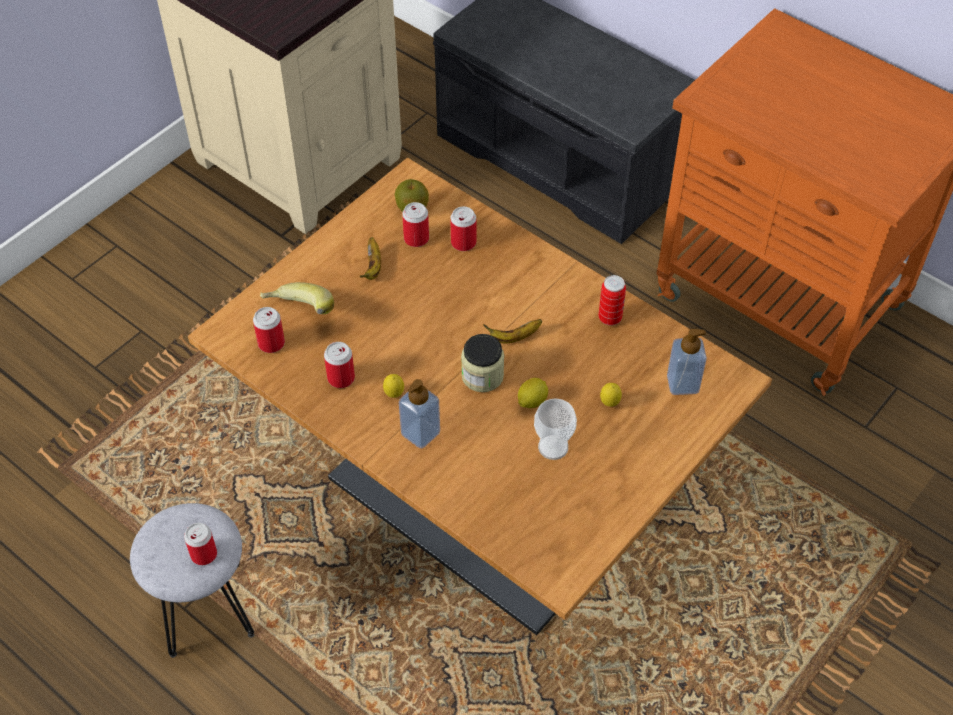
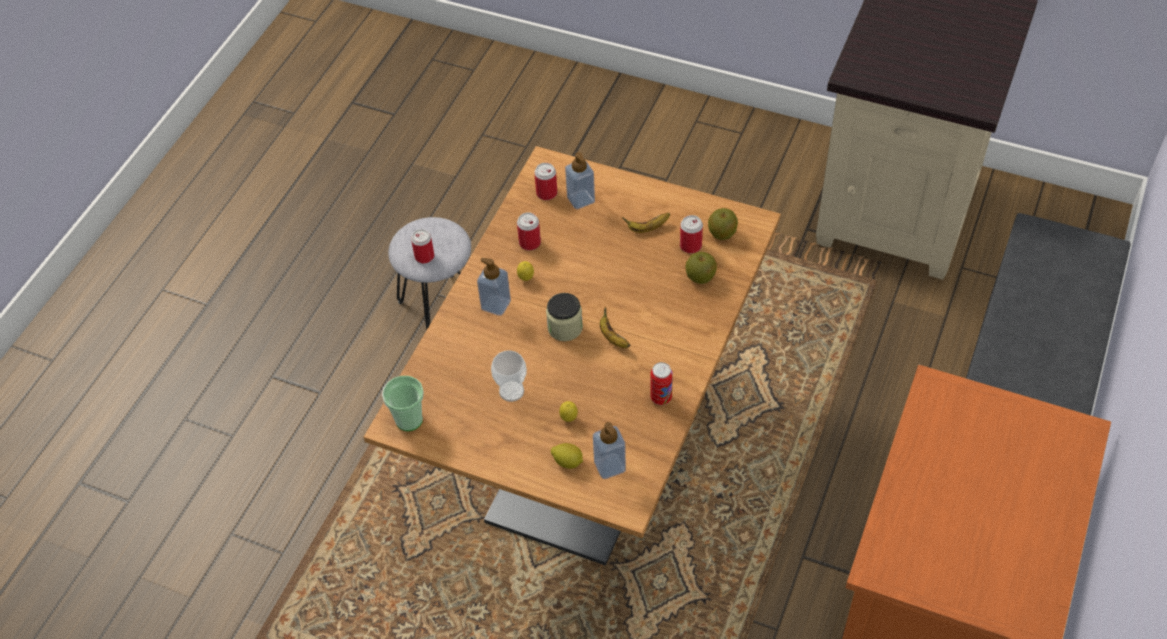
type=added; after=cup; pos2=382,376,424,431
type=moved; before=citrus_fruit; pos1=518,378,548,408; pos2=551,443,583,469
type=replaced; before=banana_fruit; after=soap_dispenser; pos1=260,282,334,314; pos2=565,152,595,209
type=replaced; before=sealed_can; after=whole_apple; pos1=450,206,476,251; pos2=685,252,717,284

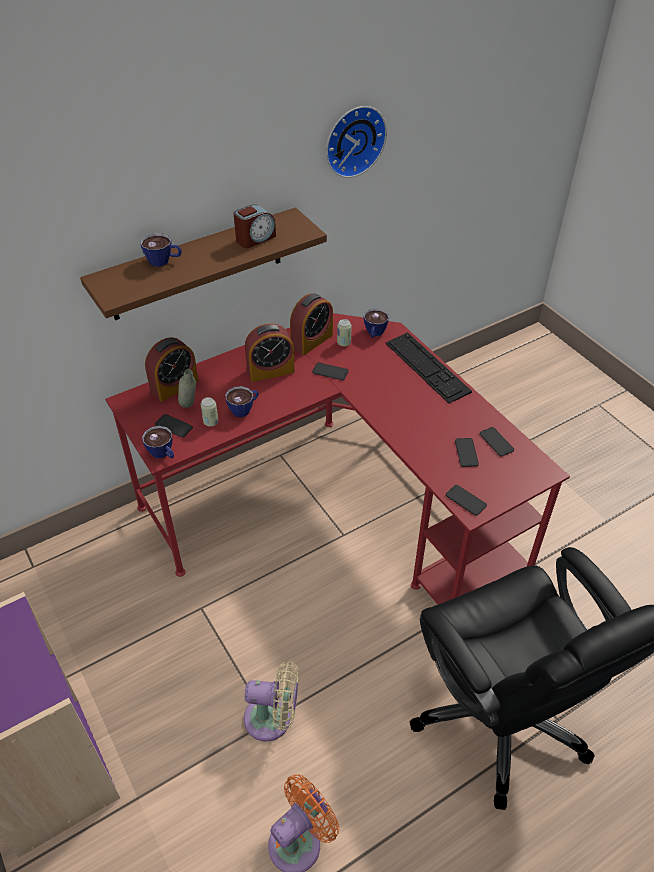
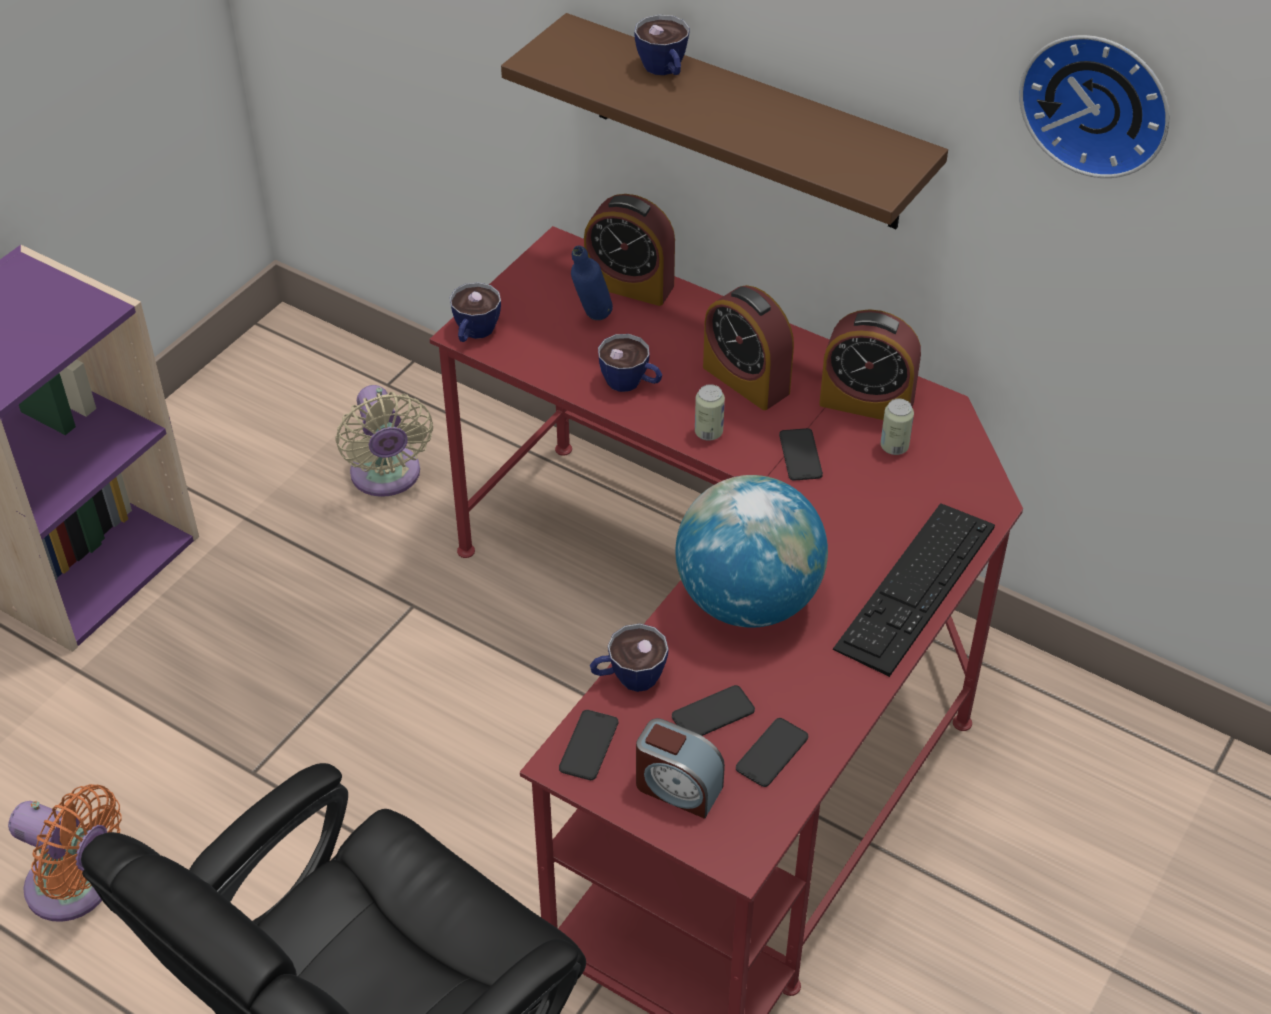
type=removed; before=telephone; pos1=155,414,193,438
type=added; after=globe; pos2=676,475,828,628
type=moved; before=sealed_can; pos1=201,397,219,427; pos2=695,384,725,441
type=moved; before=table_clock; pos1=234,204,276,248; pos2=636,718,725,819
type=moved; before=sand-coloured_fan; pos1=244,661,299,741; pos2=335,385,433,497
type=moved; before=cup; pos1=364,308,389,338; pos2=590,623,669,692
type=recoloured; before=gray_beverage_bottle; after=blue-coloured_beverage_bottle; pos1=178,369,196,408; pos2=571,246,613,320

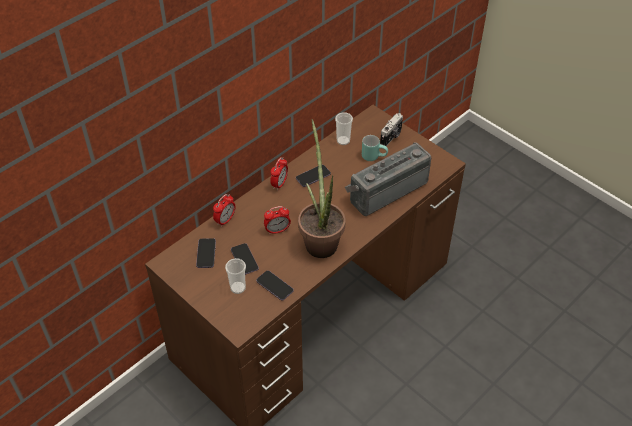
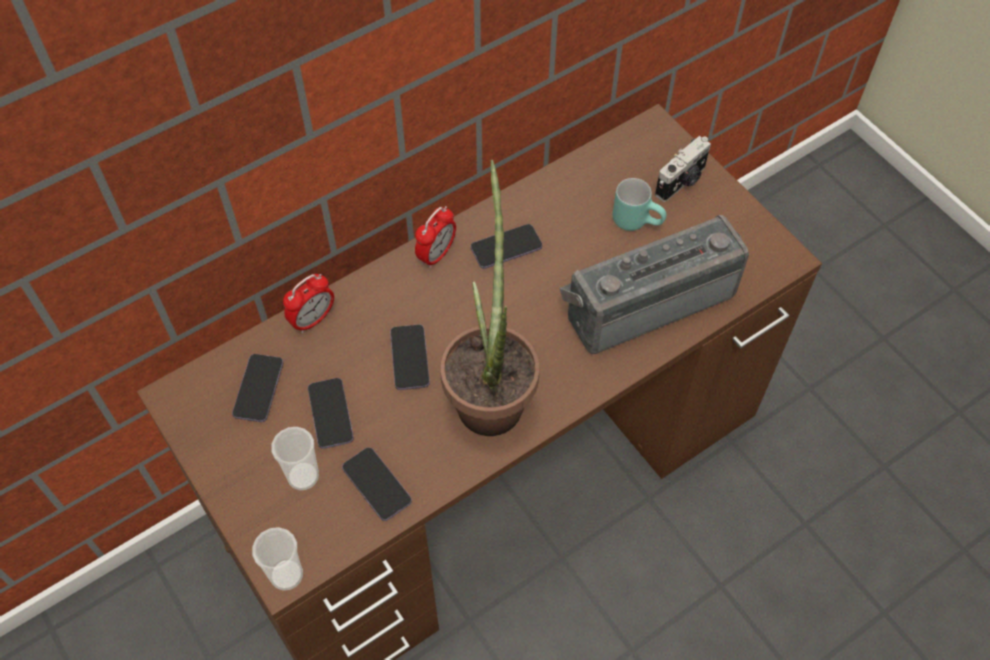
type=moved; before=cup; pos1=335,112,353,145; pos2=252,527,303,591
type=replaced; before=table_clock; after=telephone; pos1=264,206,291,235; pos2=390,324,430,390

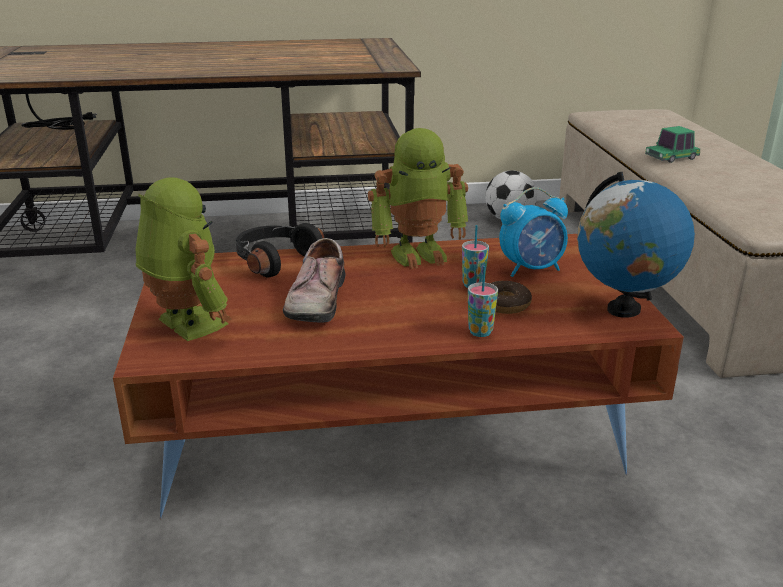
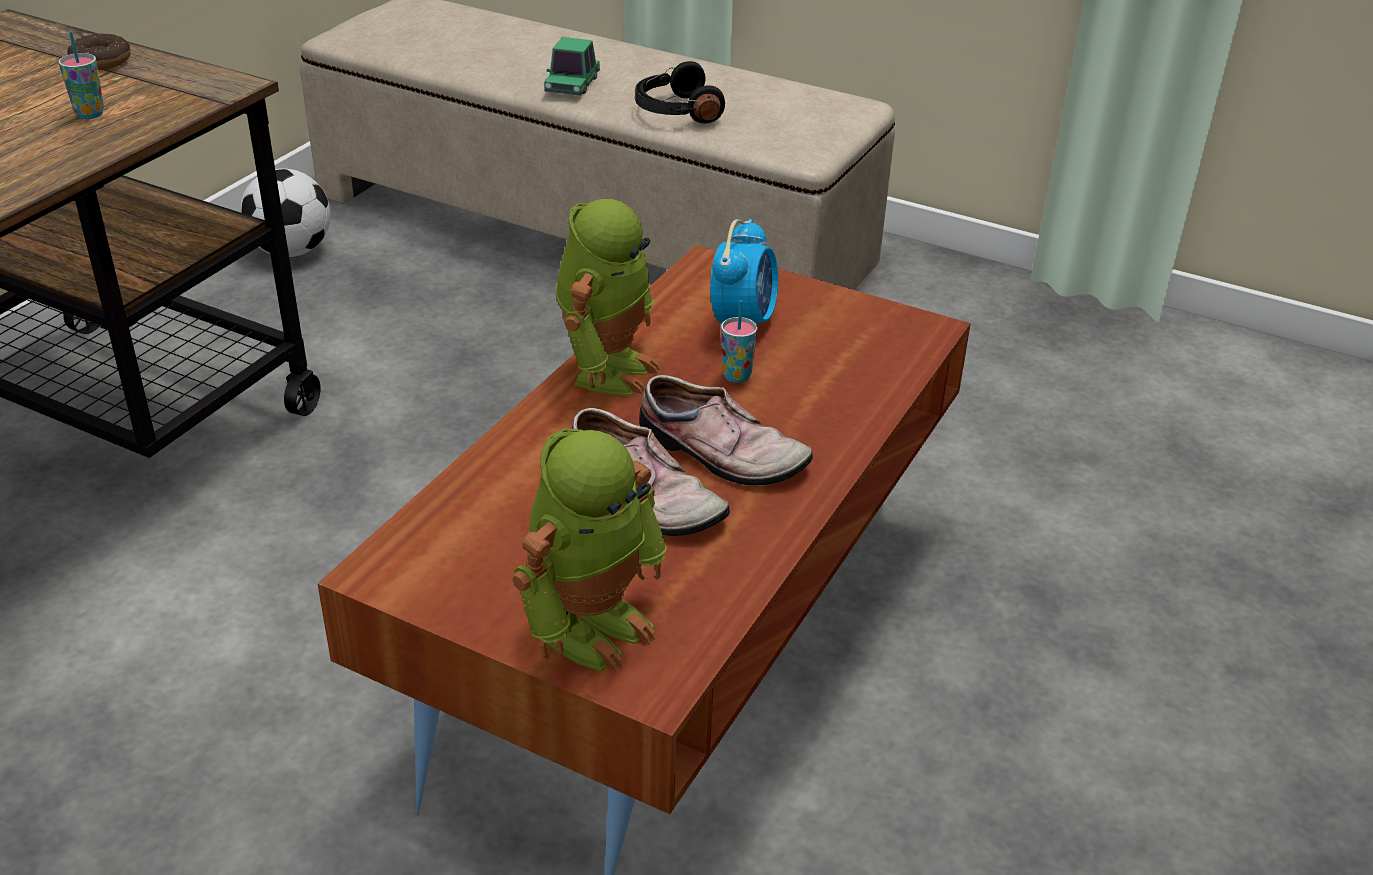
type=removed; before=globe; pos1=577,172,695,318
type=added; after=item_of_footwear; pos2=639,375,813,485
type=moved; before=black_headphones; pos1=236,223,324,277; pos2=635,61,725,123
type=moved; before=cup; pos1=468,266,498,337; pos2=58,32,104,119
type=moved; before=donut; pos1=490,281,532,314; pos2=67,33,131,70
type=turned; before=toy_robot; pos1=135,177,232,341; pos2=512,429,667,672; turn=135

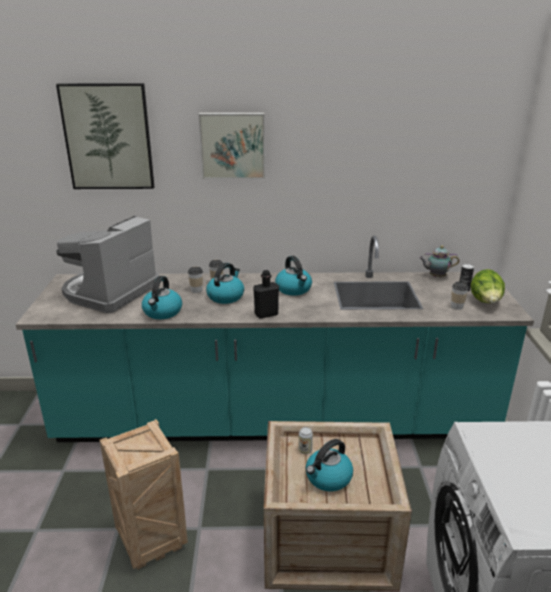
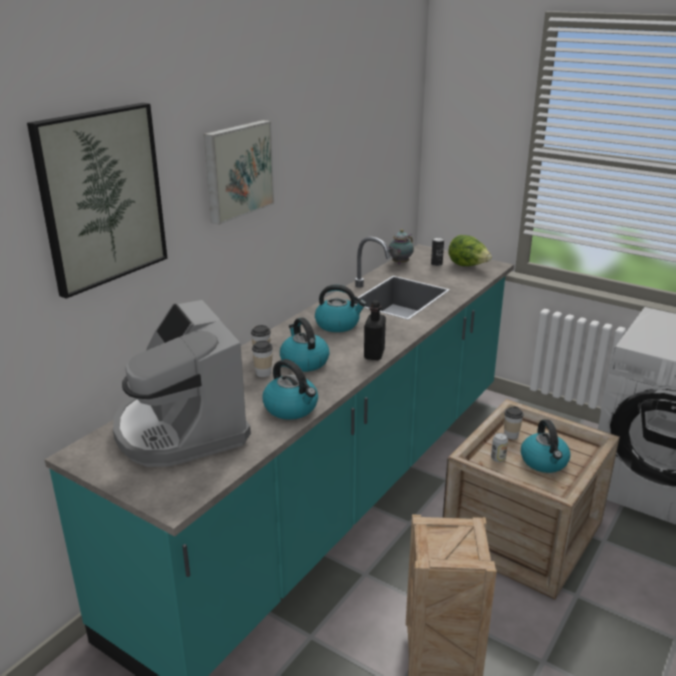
type=moved; before=cup; pos1=451,282,469,310; pos2=504,406,523,439

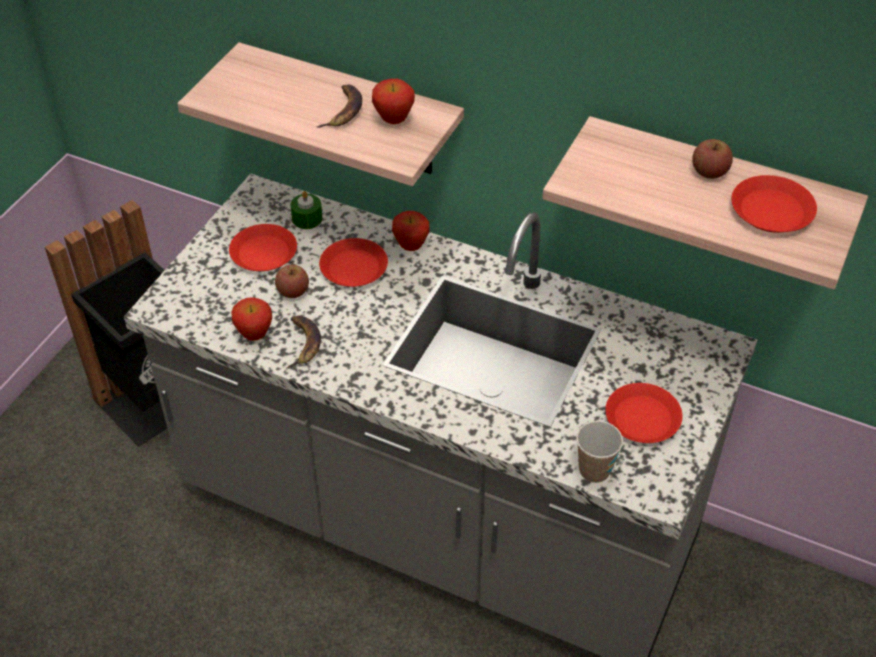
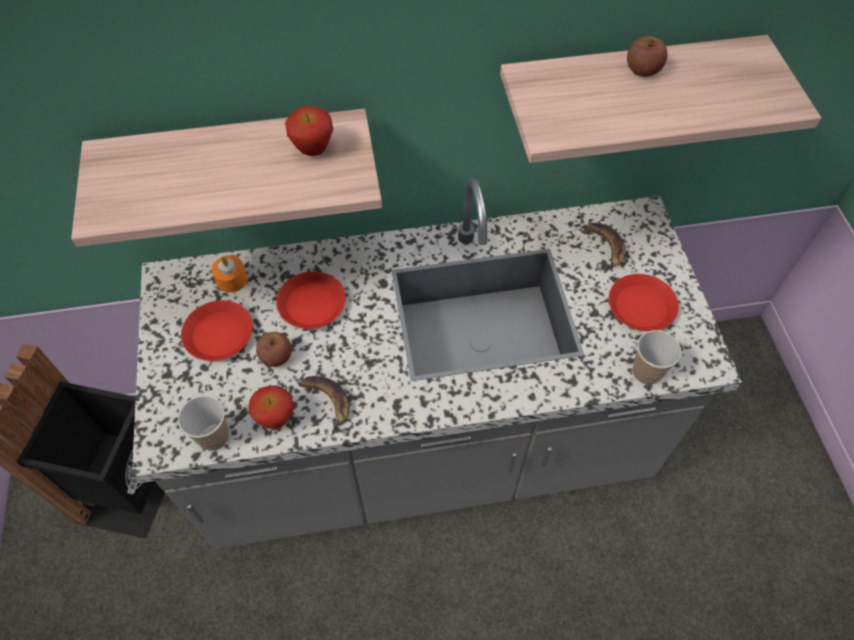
type=removed; before=whole_apple; pos1=392,211,429,251
type=removed; before=reddish_plate; pos1=731,175,817,233
type=added; after=cup; pos2=178,395,229,451
type=moved; before=banana_fruit; pos1=316,84,362,128; pos2=584,223,626,273
type=recoloured; before=greenish_wax_candle; after=orange-coloured_wax_candle; pos1=291,191,322,229; pos2=212,255,248,293

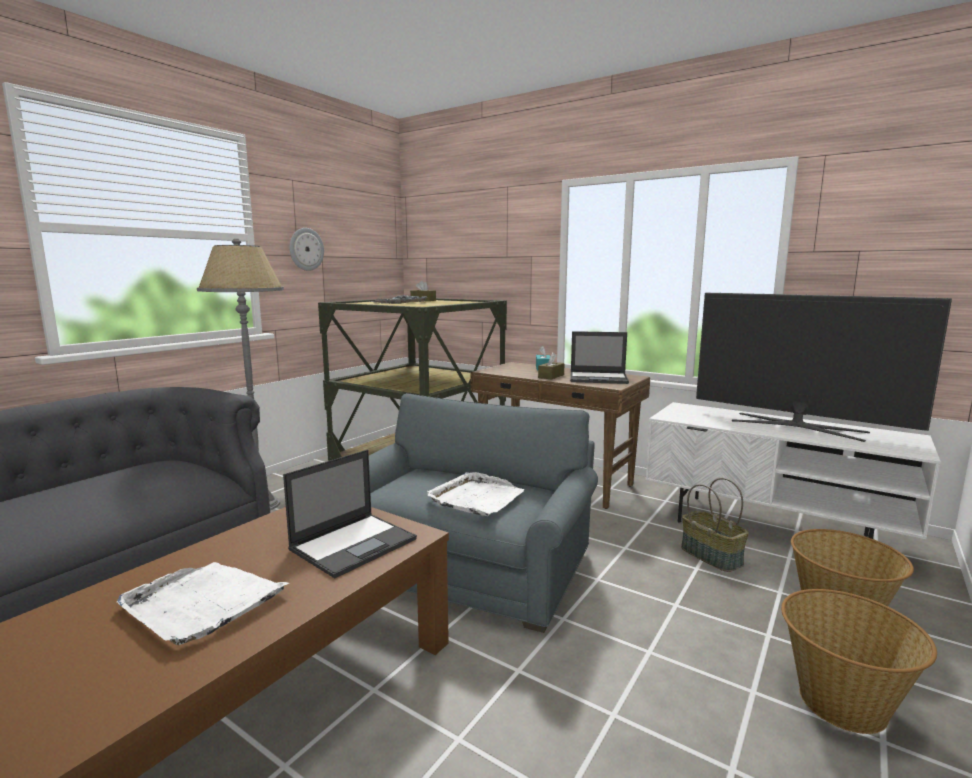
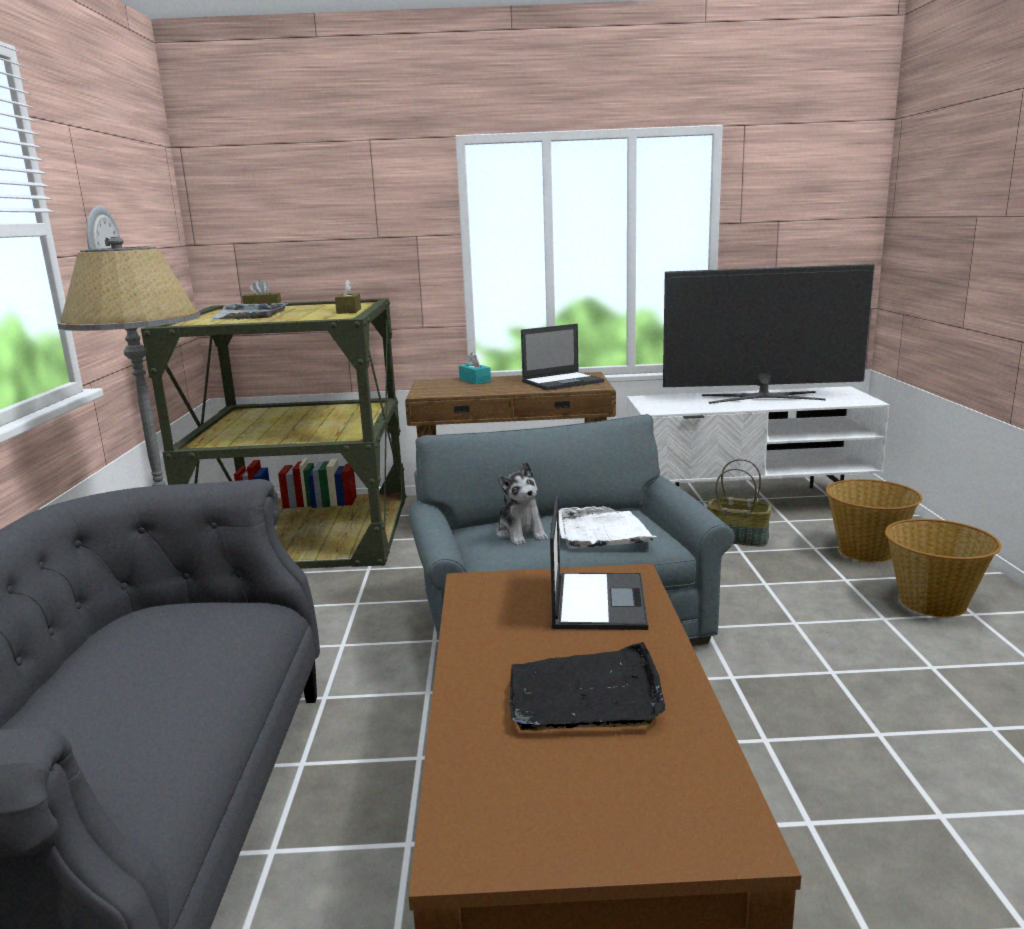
type=added; after=soft_toy; pos2=496,462,548,546
type=moved; before=brown_box_of_tissues; pos1=538,353,564,380; pos2=335,279,361,314
type=recoloured; before=whitish_tray; after=black_tray; pos1=117,562,289,645; pos2=510,642,666,731

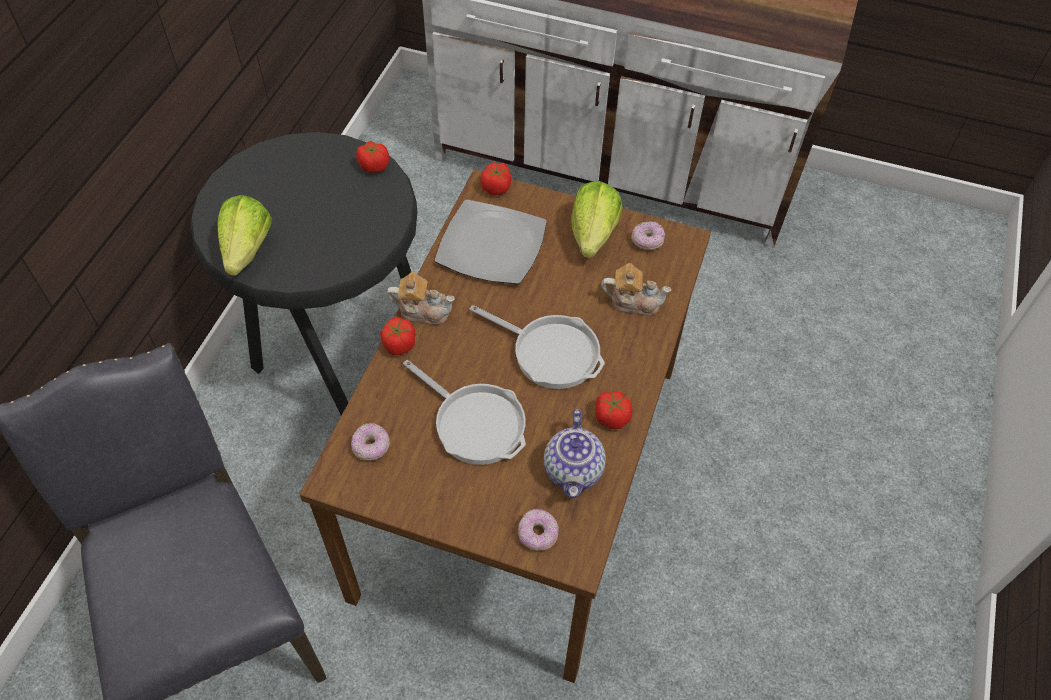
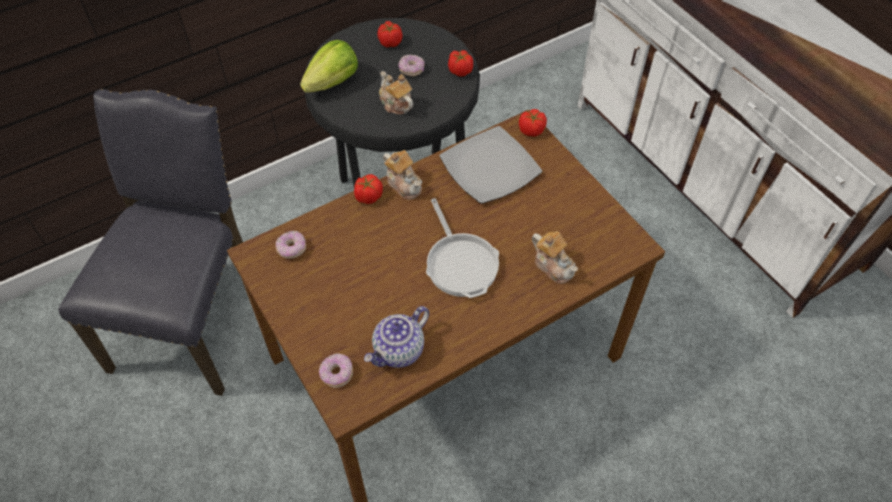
type=removed; before=frying_pan; pos1=403,360,526,465
type=removed; before=head_of_lettuce; pos1=571,181,623,258
type=added; after=pot_for_tea; pos2=379,71,413,115
type=moved; before=fresh_tomato; pos1=595,391,632,429; pos2=377,21,403,48
type=moved; before=donut; pos1=631,221,665,250; pos2=398,55,425,76

